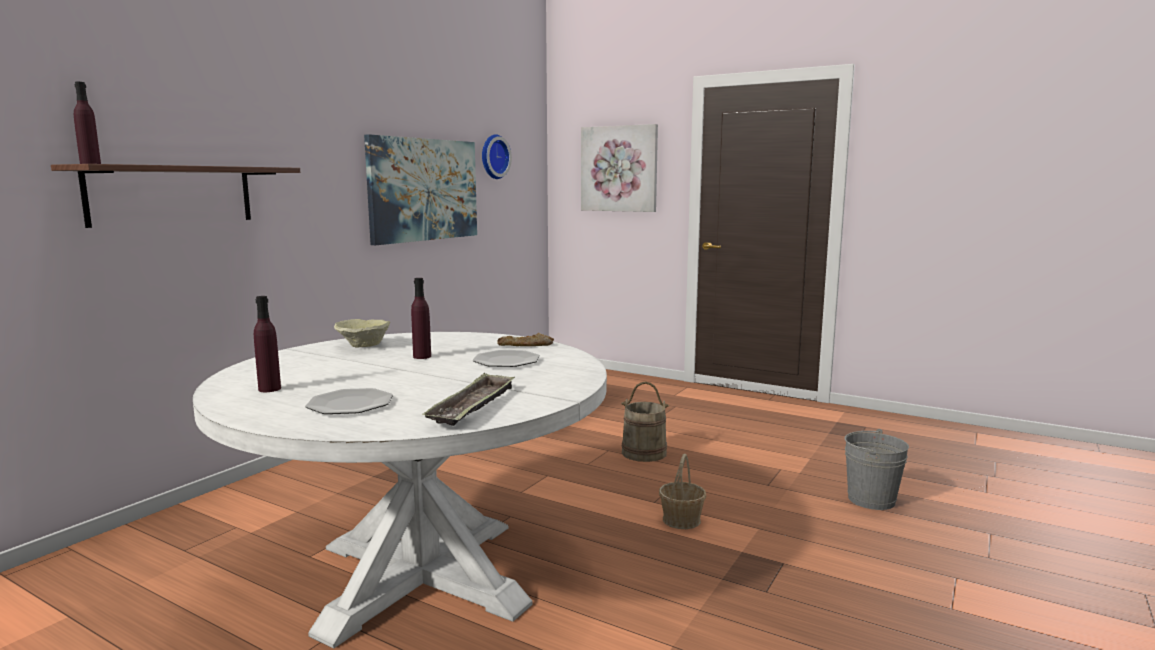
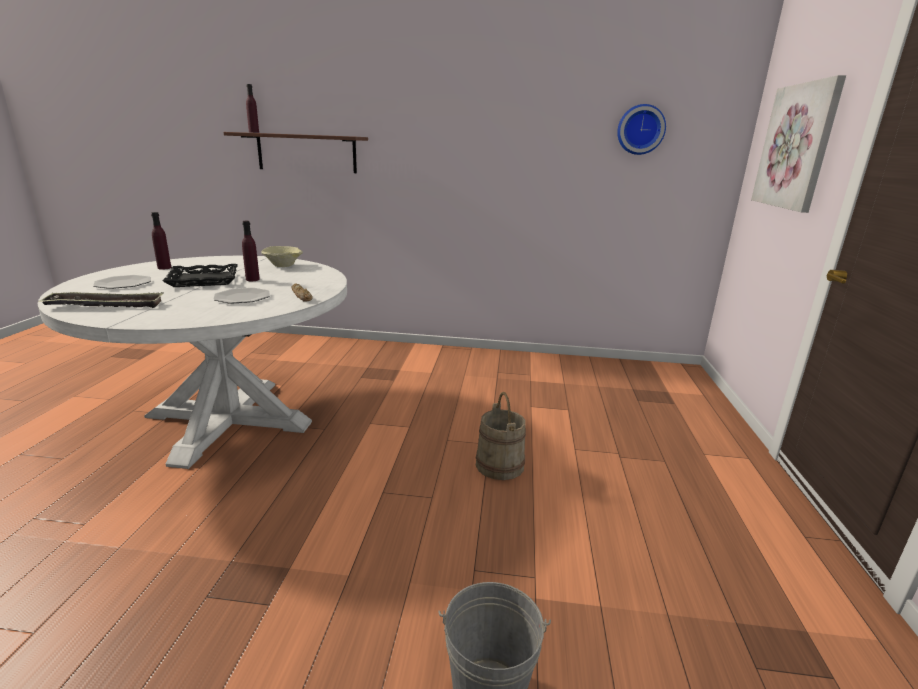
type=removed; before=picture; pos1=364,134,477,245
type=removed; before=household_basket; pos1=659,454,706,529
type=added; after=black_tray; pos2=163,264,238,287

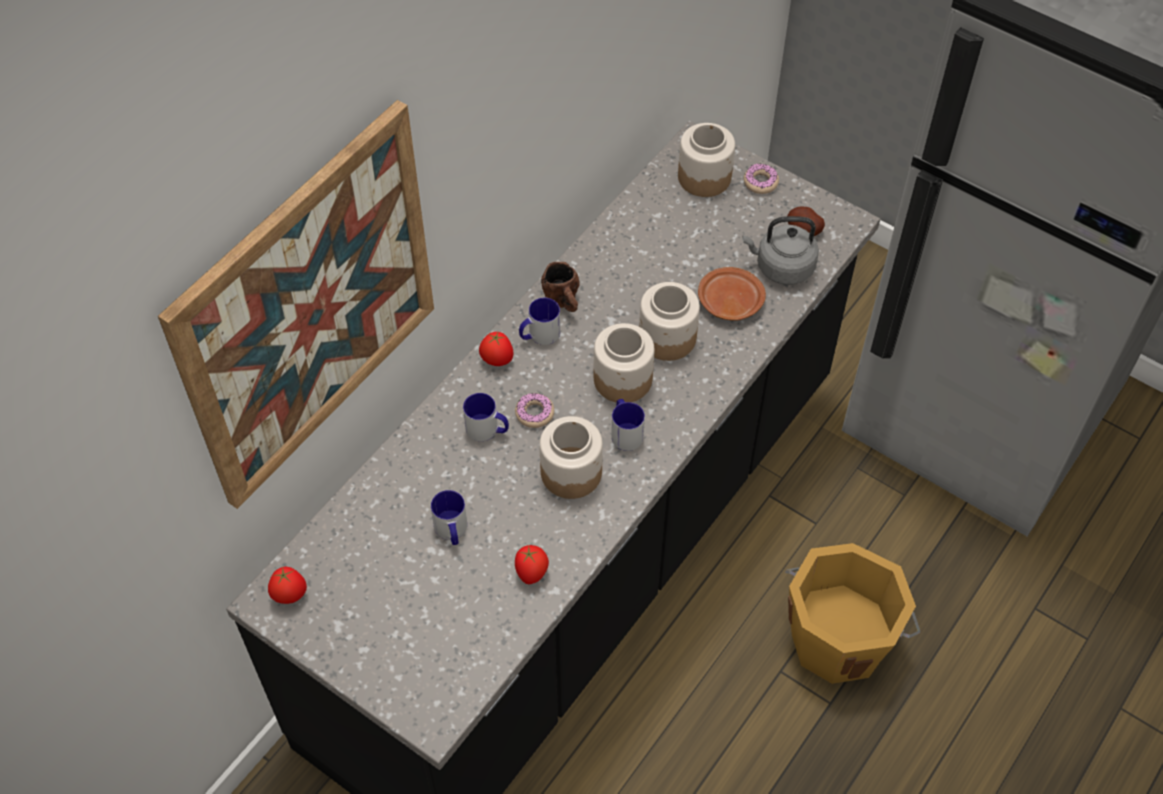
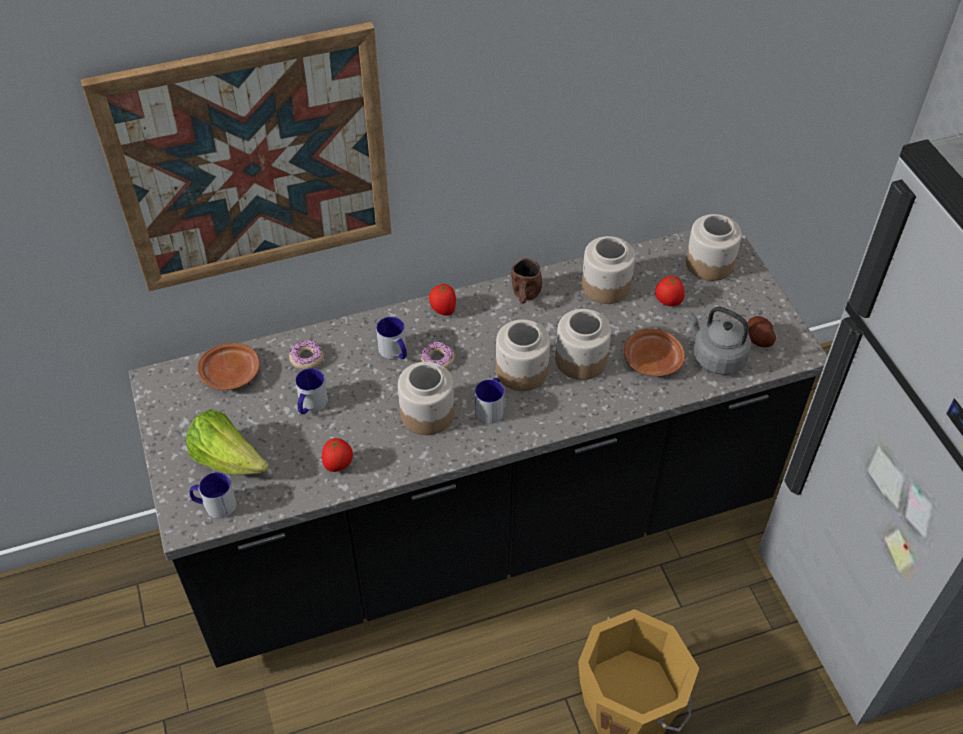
type=added; after=head_of_lettuce; pos2=186,409,269,475
type=added; after=brown_plate; pos2=197,343,260,390
type=added; after=preserve_jar; pos2=582,236,635,304
type=moved; before=fresh_tomato; pos1=268,567,307,604; pos2=655,276,685,306
type=moved; before=coffee_mug; pos1=519,298,560,345; pos2=189,472,237,519
type=moved; before=donut; pos1=744,163,779,194; pos2=289,340,324,370

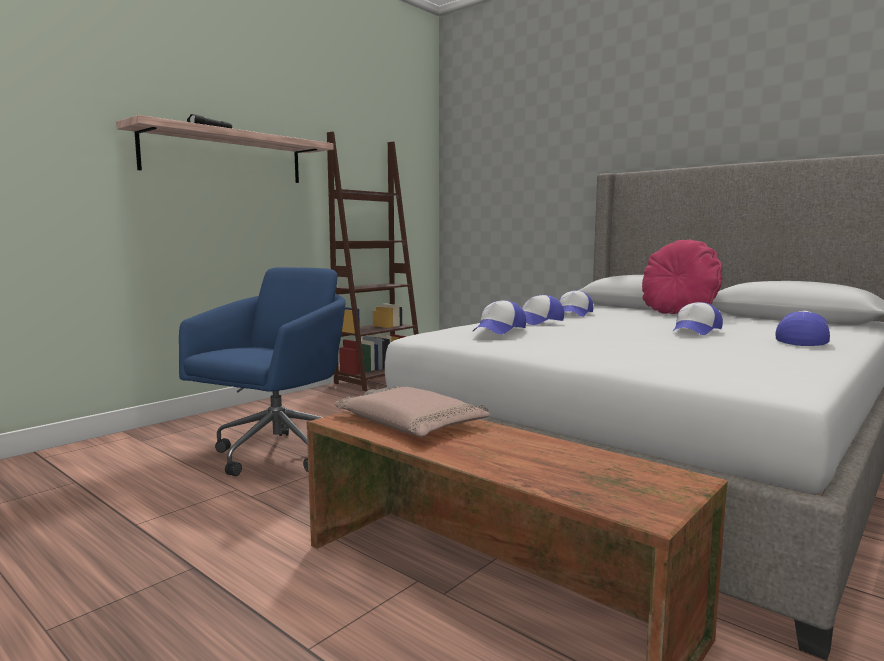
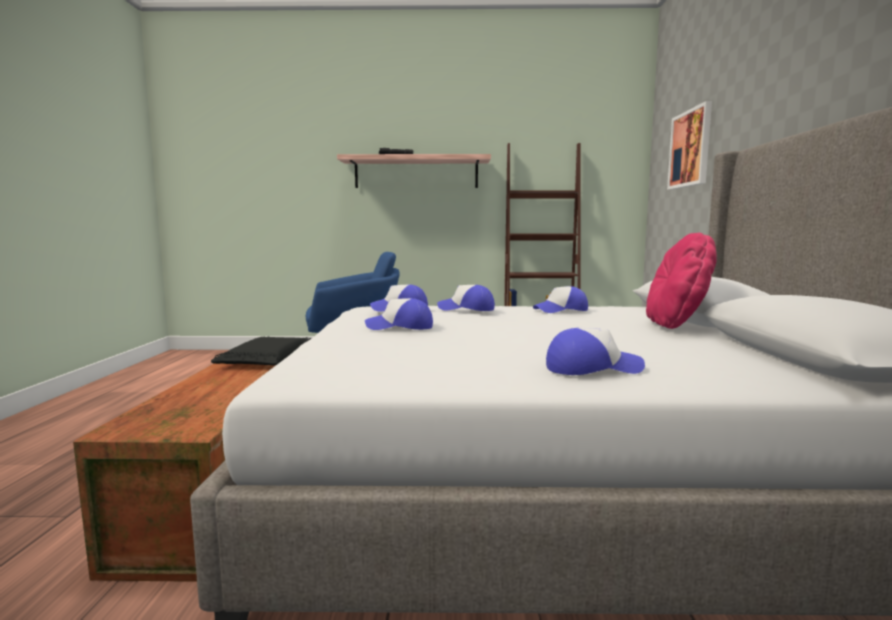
type=added; after=picture; pos2=667,101,712,190
type=moved; before=cap; pos1=672,302,723,335; pos2=365,298,433,330
type=recoloured; before=sand-coloured_pillow; after=black_pillow; pos1=334,386,490,437; pos2=211,336,311,365

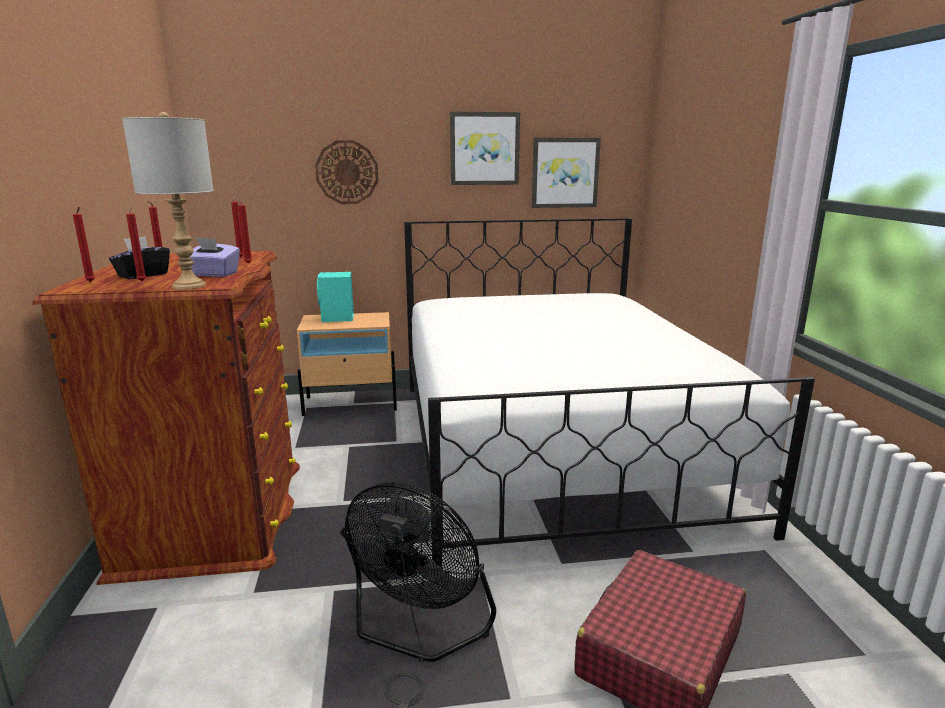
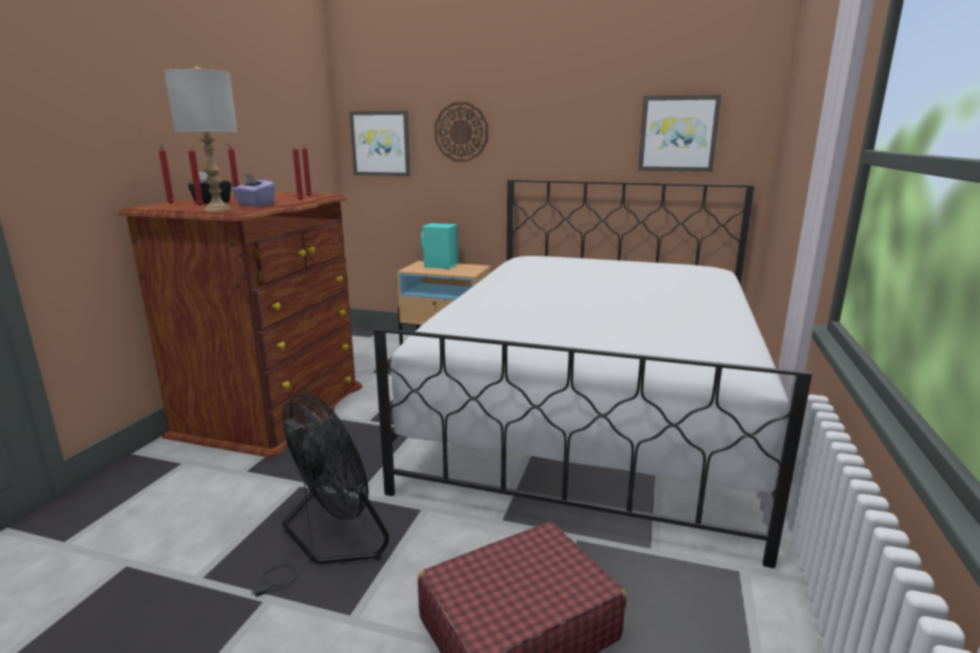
type=moved; before=picture; pos1=450,111,520,185; pos2=349,110,411,176

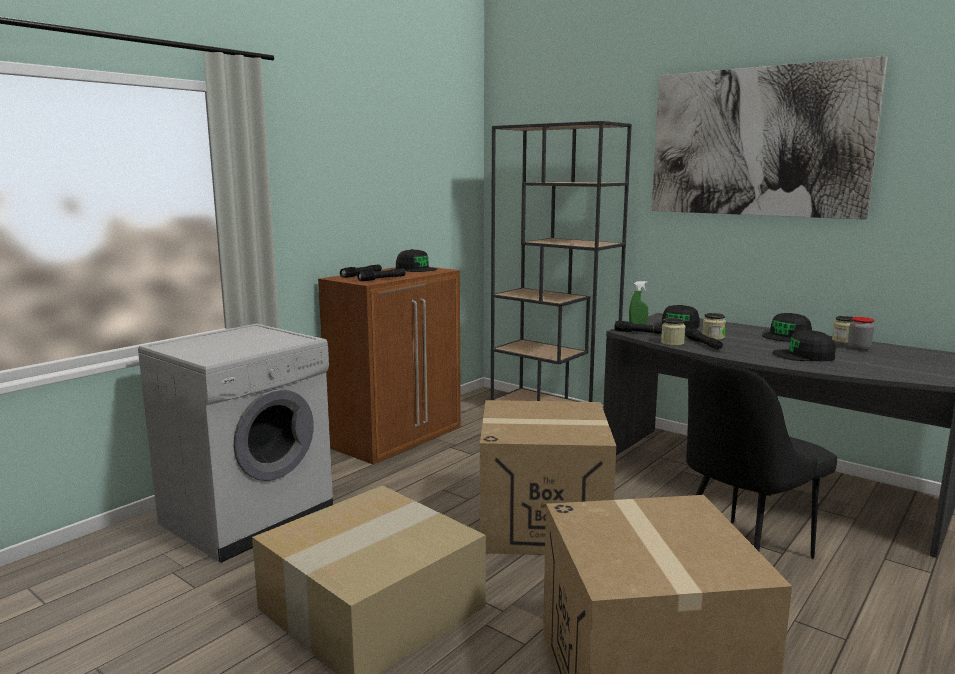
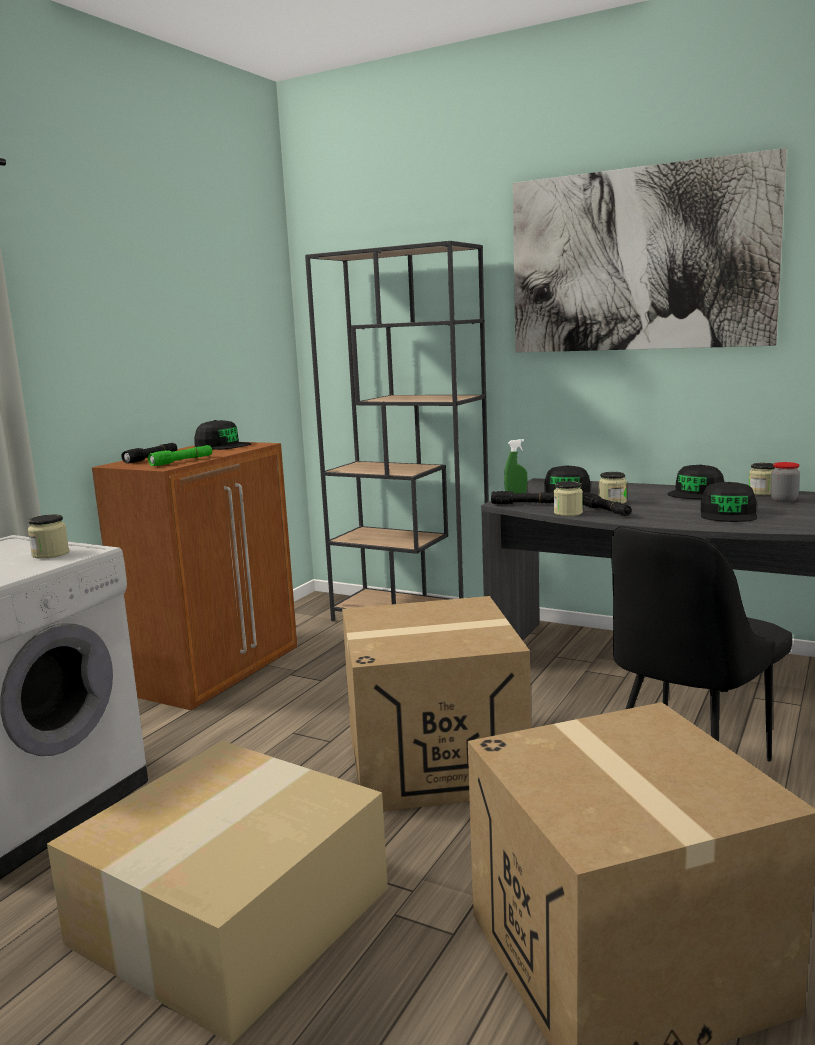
type=added; after=preserve_jar; pos2=28,514,69,559
type=recoloured; before=black_flashlight; after=greenish_flashlight; pos1=357,268,406,281; pos2=148,445,212,466
type=turned; before=black_cap; pos1=773,330,836,361; pos2=701,482,757,522; turn=-75

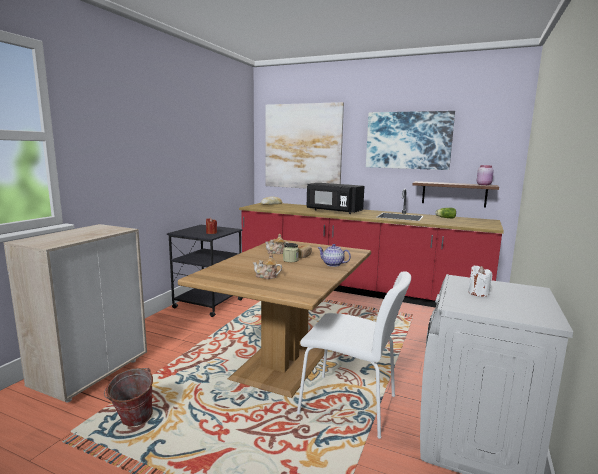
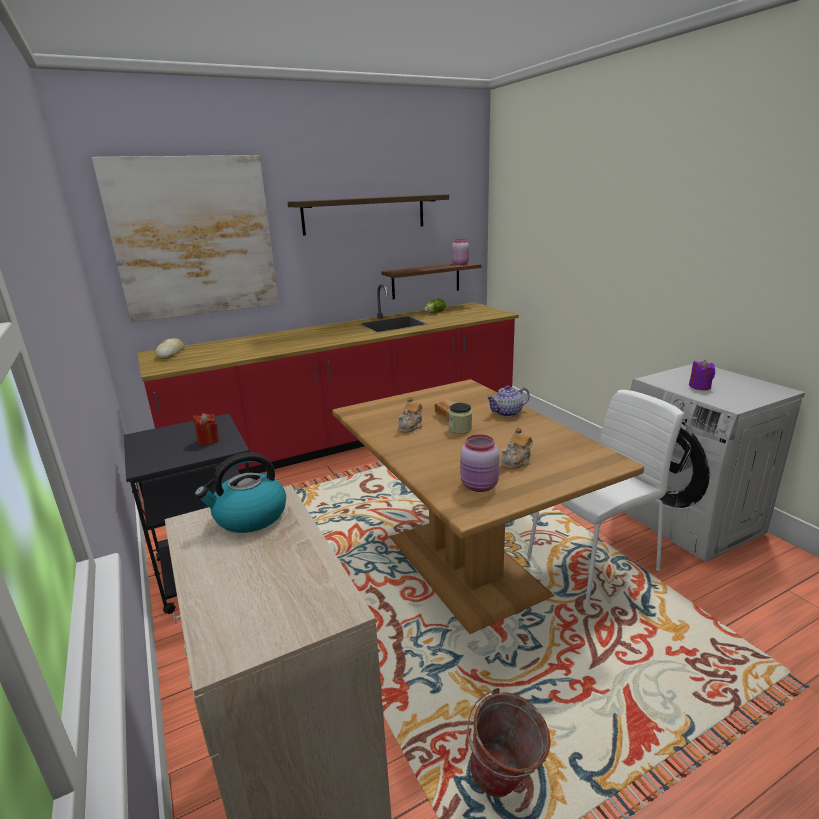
type=removed; before=black_microwave_oven; pos1=307,183,364,214
type=added; after=kettle; pos2=195,452,286,533
type=added; after=pinkish_preserve_jar; pos2=460,434,500,492
type=replaced; before=picture; after=bracket_shelf; pos1=366,111,455,170; pos2=287,194,449,235
type=recoloured; before=whitish_wax_candle; after=purple_wax_candle; pos1=468,266,492,297; pos2=689,360,715,390

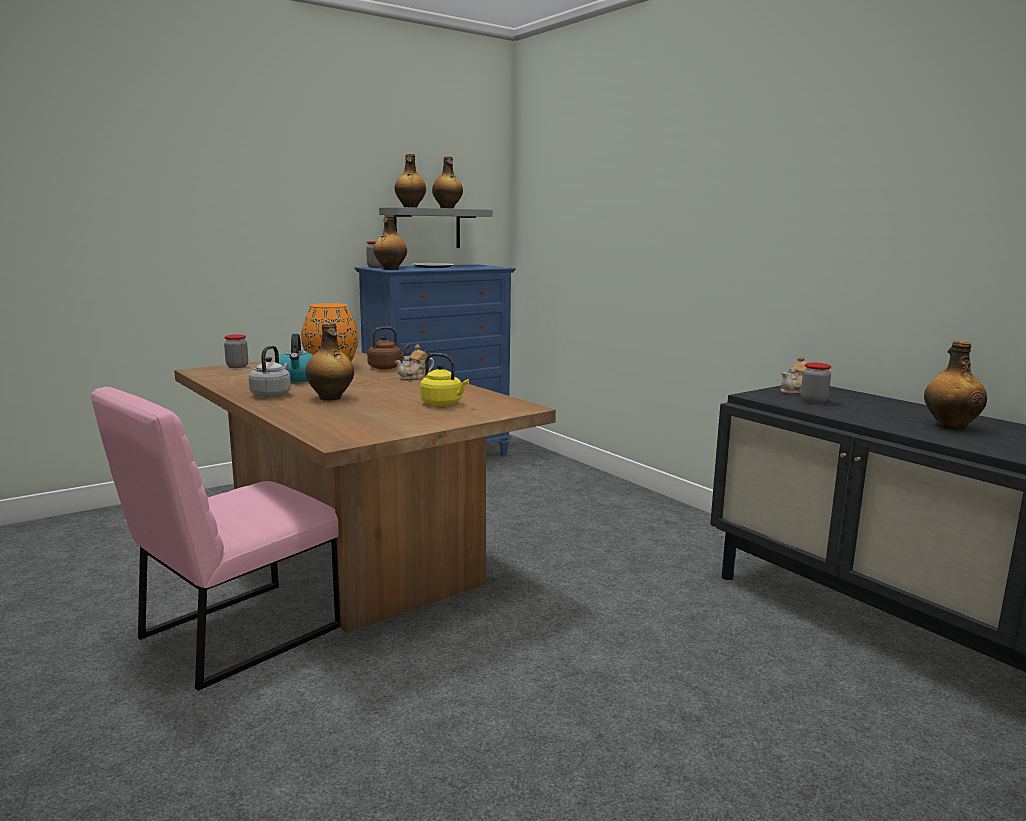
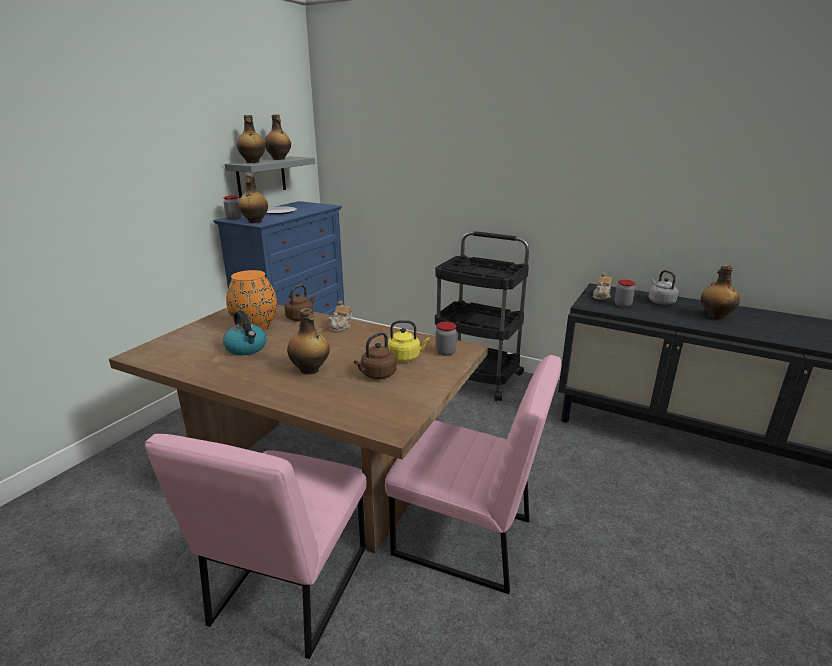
type=added; after=brown_kettle; pos2=354,332,396,379
type=added; after=pinkish_plain_chair; pos2=385,355,561,594
type=added; after=black_trolley; pos2=435,231,529,401
type=moved; before=preserve_jar; pos1=224,335,248,368; pos2=435,322,457,356
type=moved; before=gray_kettle; pos1=249,345,291,397; pos2=648,270,679,305

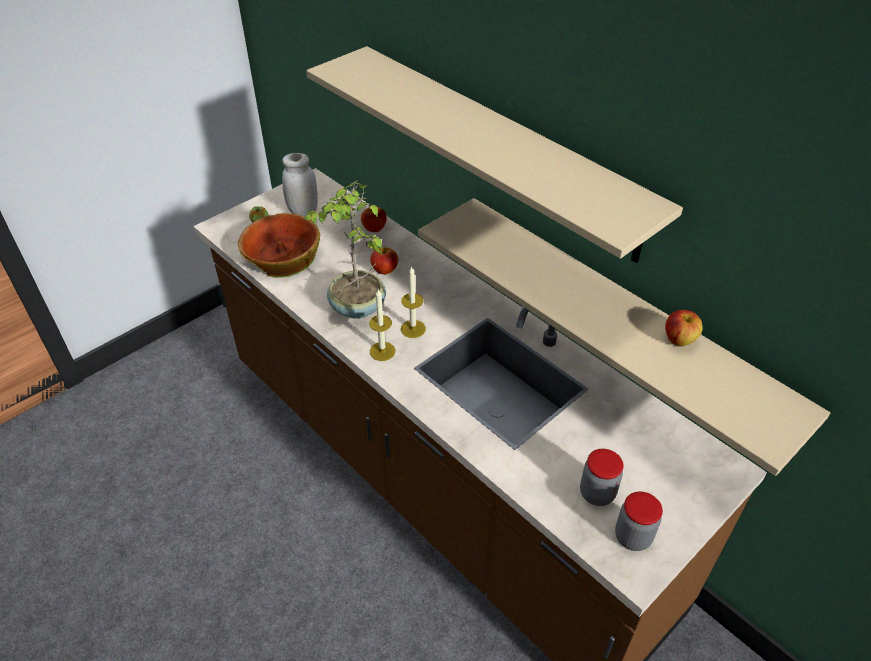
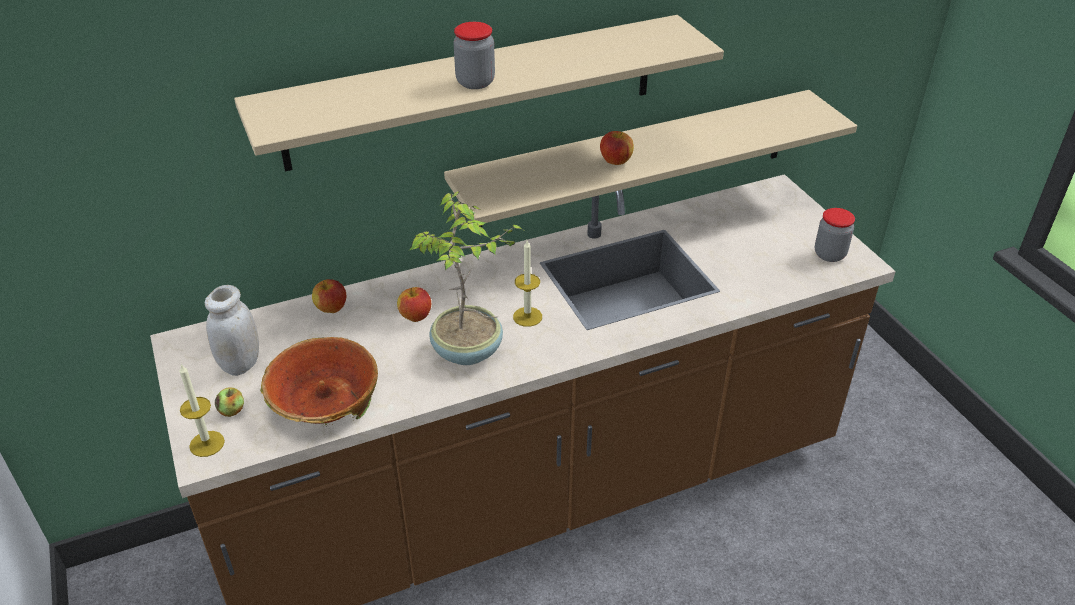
type=moved; before=wax_candle; pos1=369,289,395,361; pos2=179,364,225,457
type=moved; before=preserve_jar; pos1=580,449,624,506; pos2=453,22,495,89
type=moved; before=whole_apple; pos1=665,310,703,346; pos2=600,131,634,165

